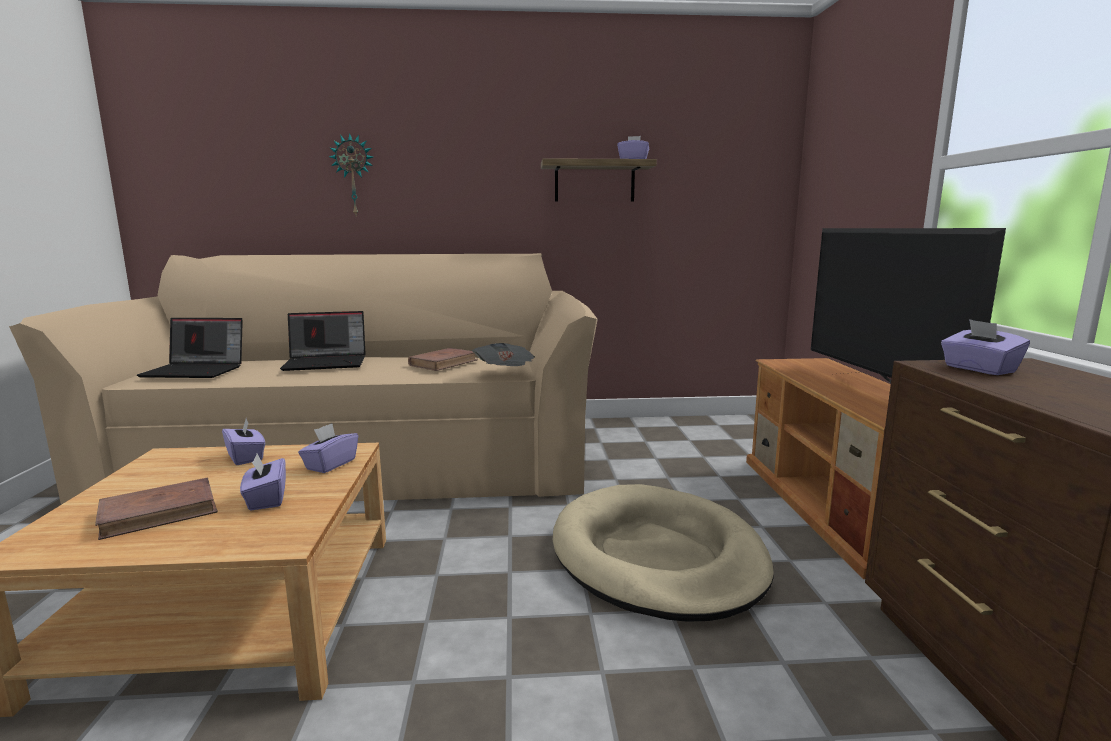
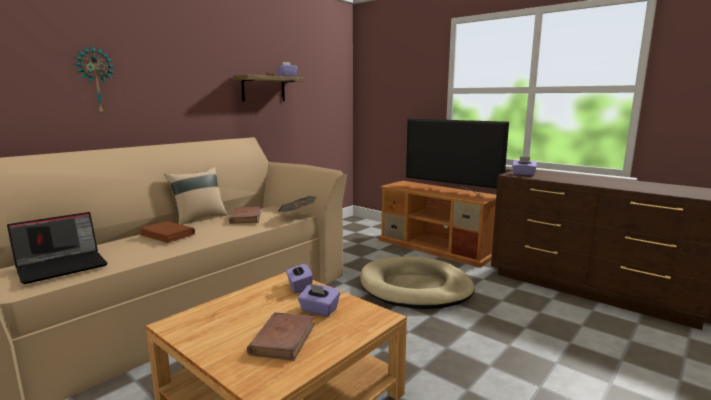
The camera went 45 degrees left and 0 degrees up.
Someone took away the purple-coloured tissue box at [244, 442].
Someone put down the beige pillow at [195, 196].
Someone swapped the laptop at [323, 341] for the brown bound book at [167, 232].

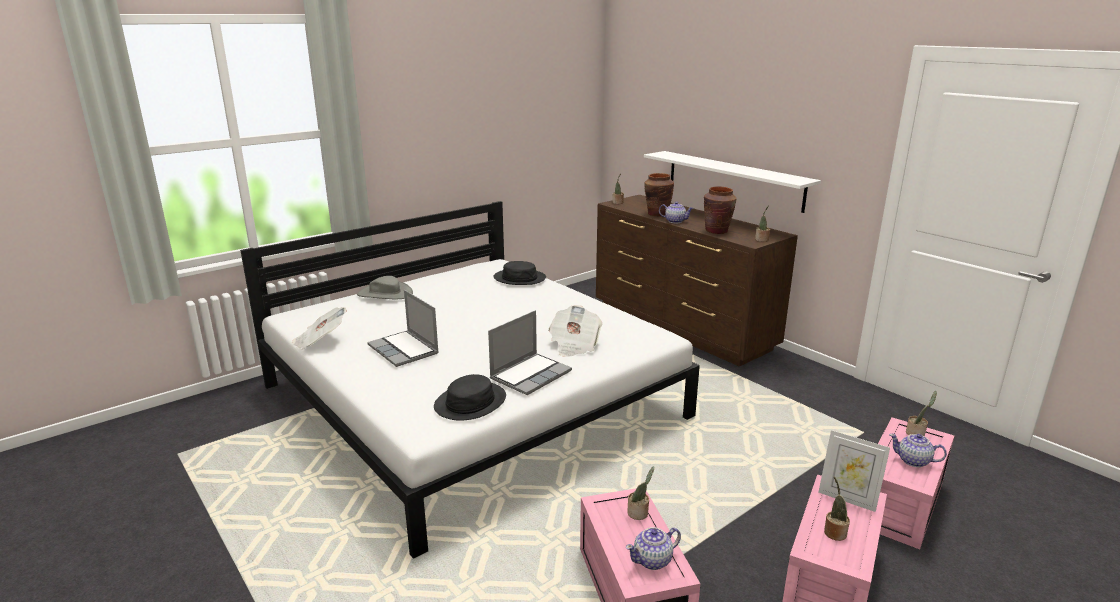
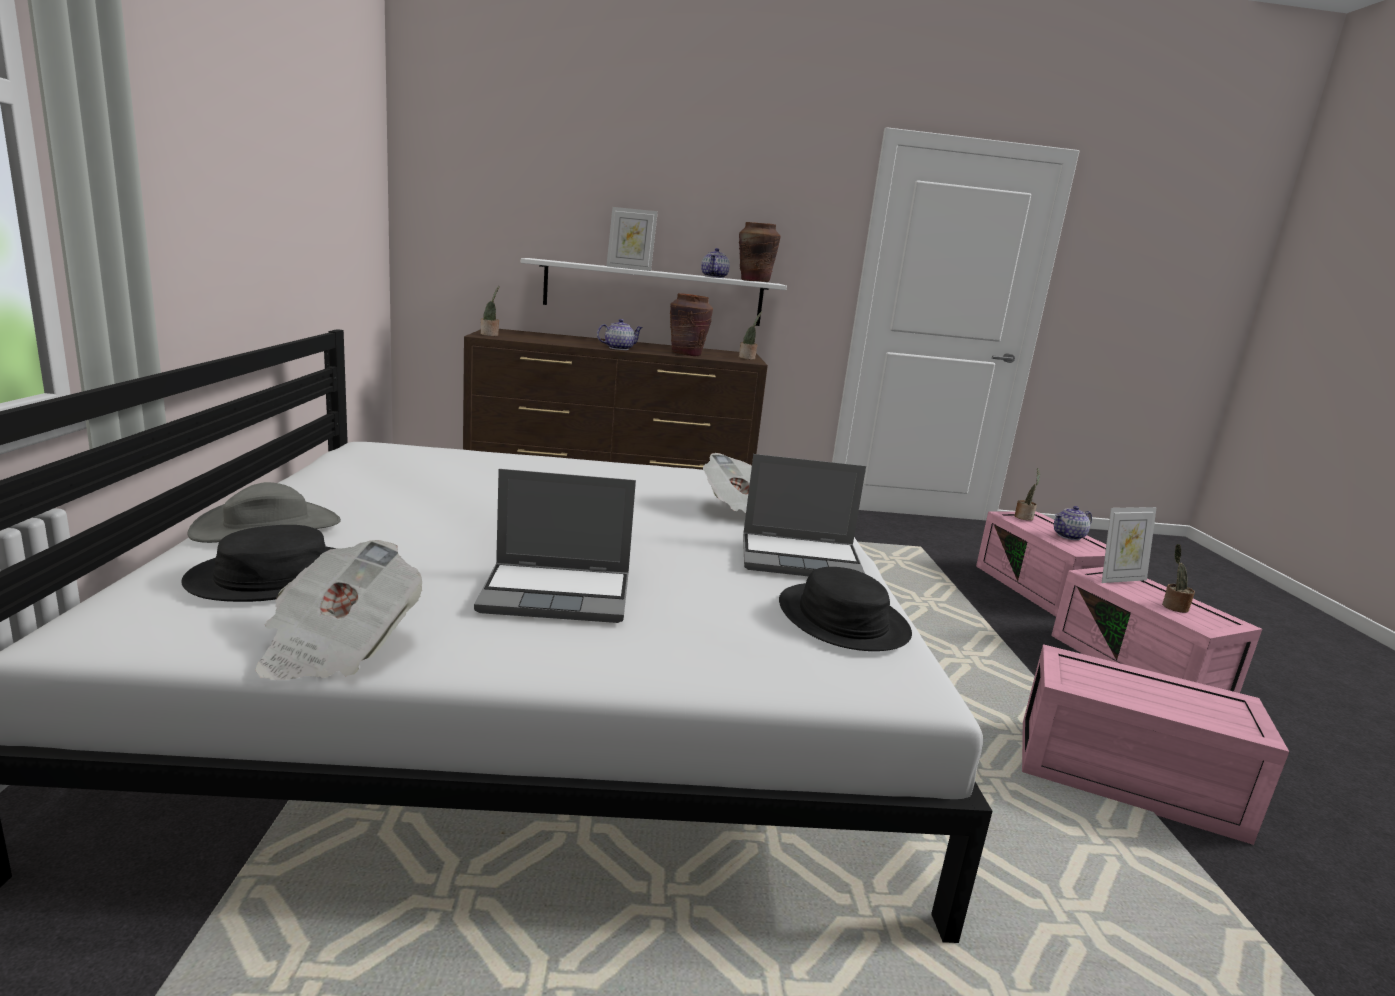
The camera went 55 degrees left and 5 degrees down.
Someone took away the houseplant at [640, 493].
Someone put down the picture frame at [632, 239].
Someone carried the black clothing hat from [519, 273] to [258, 563].
Someone carried the pot for tea from [653, 548] to [715, 263].
Someone carried the brown flower vase from [659, 194] to [759, 252].
Someone rotated the laptop at [530, 352] by 105 degrees clockwise.

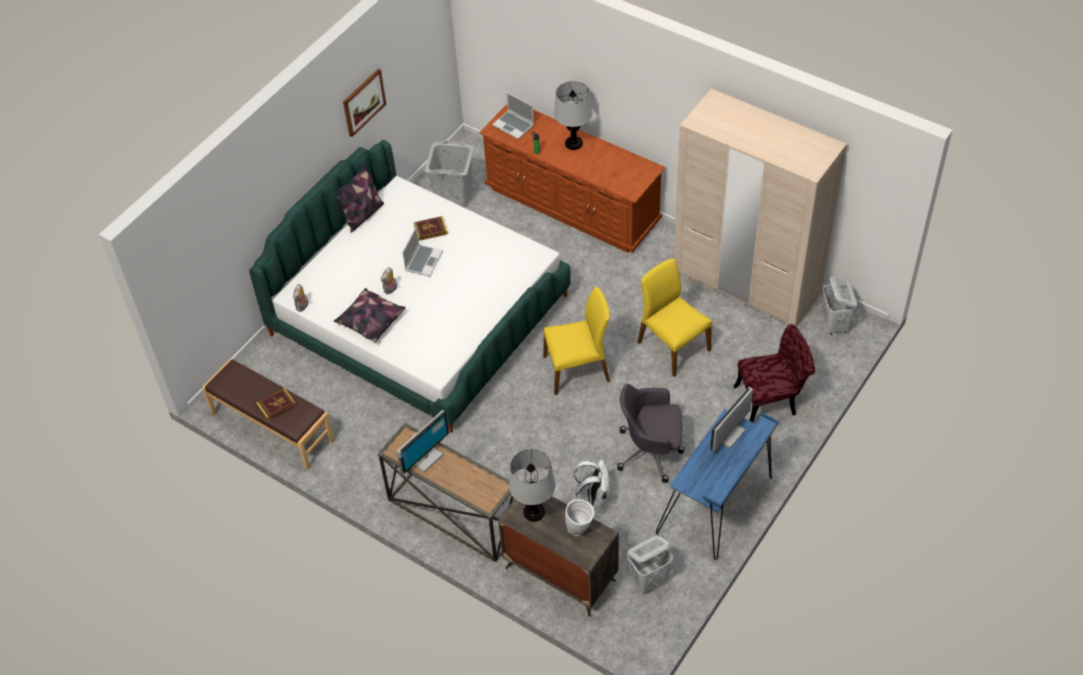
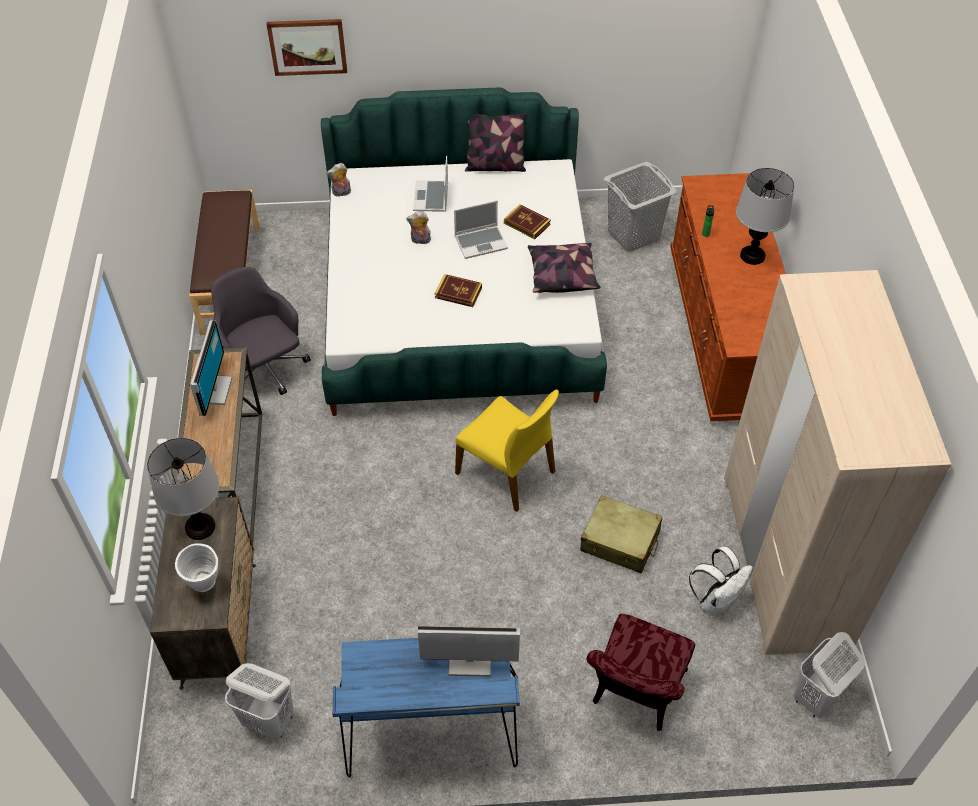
The camera went 50 degrees right and 0 degrees up.
Someone carried the bound book from [276, 404] to [458, 290].
Someone carried the pillow from [370, 315] to [564, 268].
Someone carried the wall picture from [364, 103] to [307, 47].
Someone carried the laptop from [513, 115] to [430, 184].
Someone carried the white rucksack from [592, 484] to [721, 581].
Someone carried the greyish office chair from [651, 433] to [261, 331].
Someone swapped the yellowish plain chair at [674, 318] for the beige piece of luggage at [621, 534].
Someone rotated the monitor at [423, 442] by 90 degrees counterclockwise.
Someone rotated the red-coloured plain chair at [774, 373] by 75 degrees clockwise.

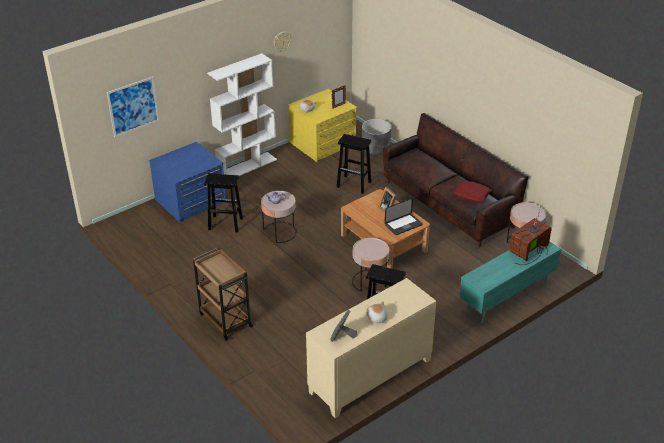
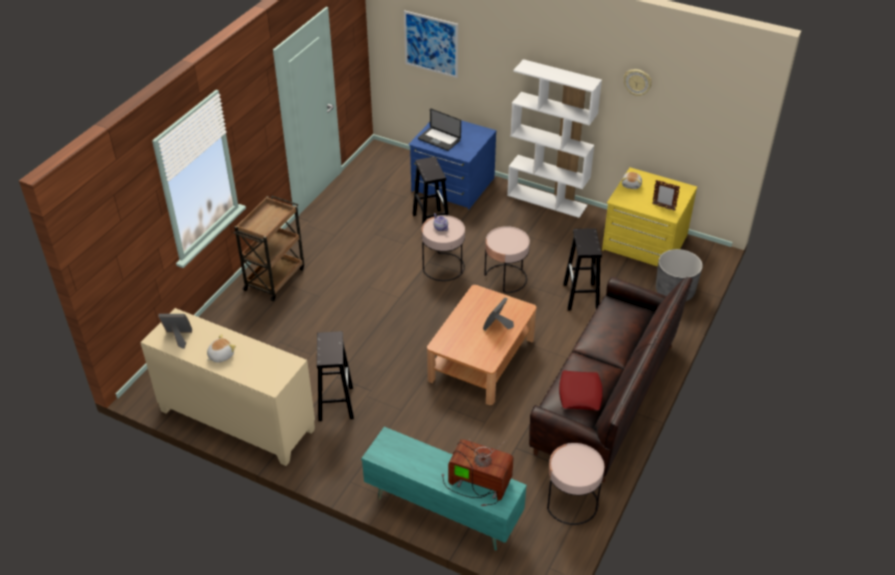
The camera went 65 degrees right and 5 degrees up.
Someone carried the pink end table from [370, 264] to [507, 259].
Someone carried the laptop from [404, 216] to [439, 130].

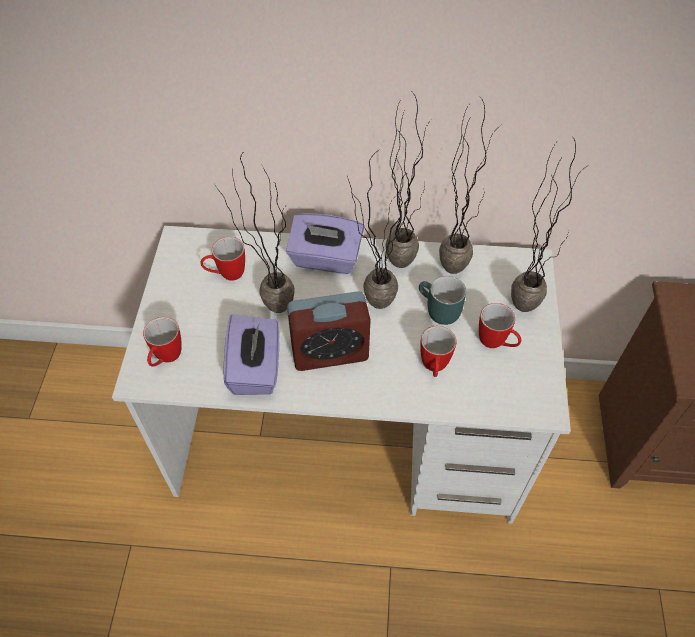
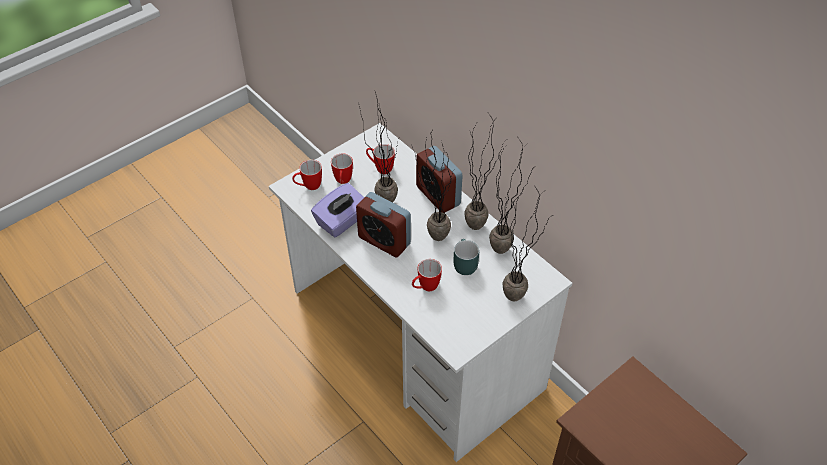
The camera went 45 degrees right and 5 degrees down.
Someone carried the mug from [500, 325] to [342, 168].
Someone swapped the purple-coloured tissue box at [325, 243] for the alarm clock at [439, 179].

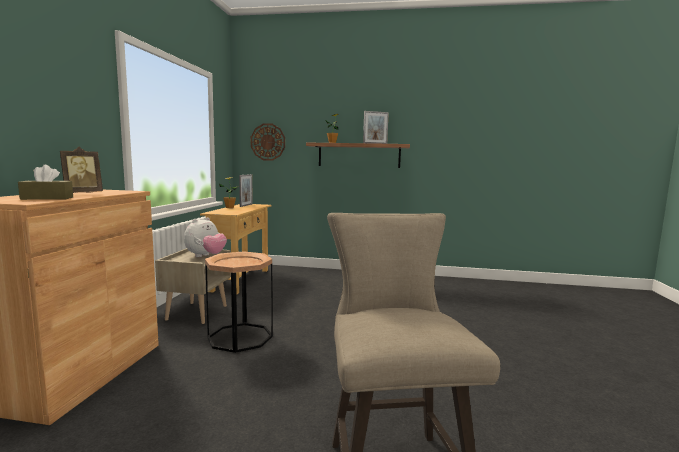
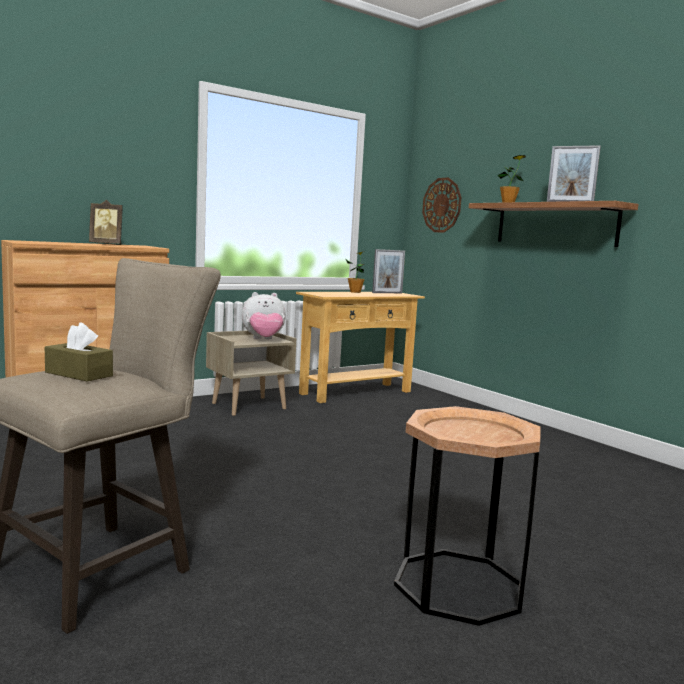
The camera went 45 degrees right and 0 degrees up.
Someone carried the brown tissue box from [45, 182] to [79, 352].
Someone carried the brown end table from [239, 302] to [467, 516].

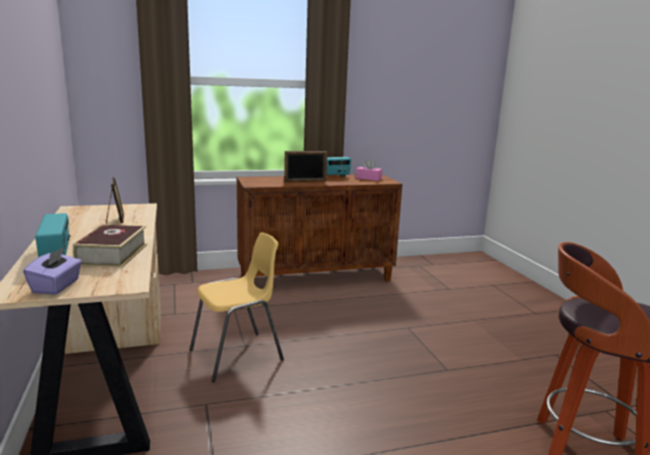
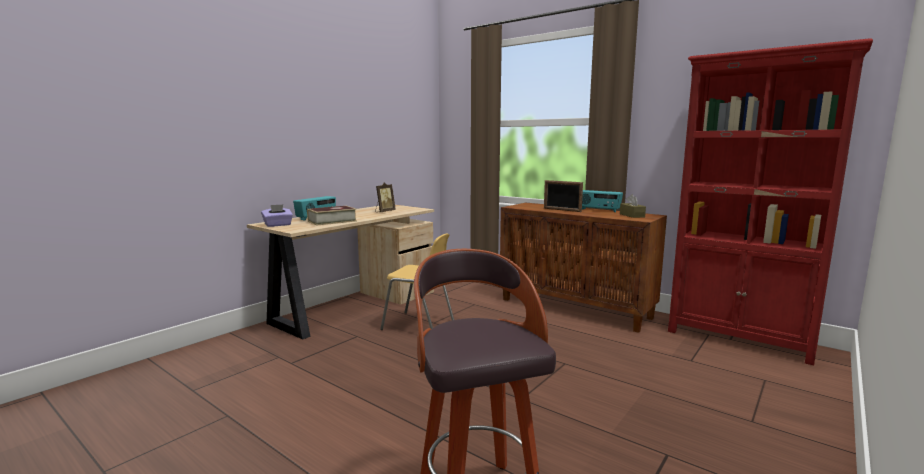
The camera went 55 degrees right and 5 degrees down.
Someone put down the red-coloured bookcase at [770, 202].
Someone repainted the pink tissue box at [369, 170], which became the brown tissue box at [633, 206].

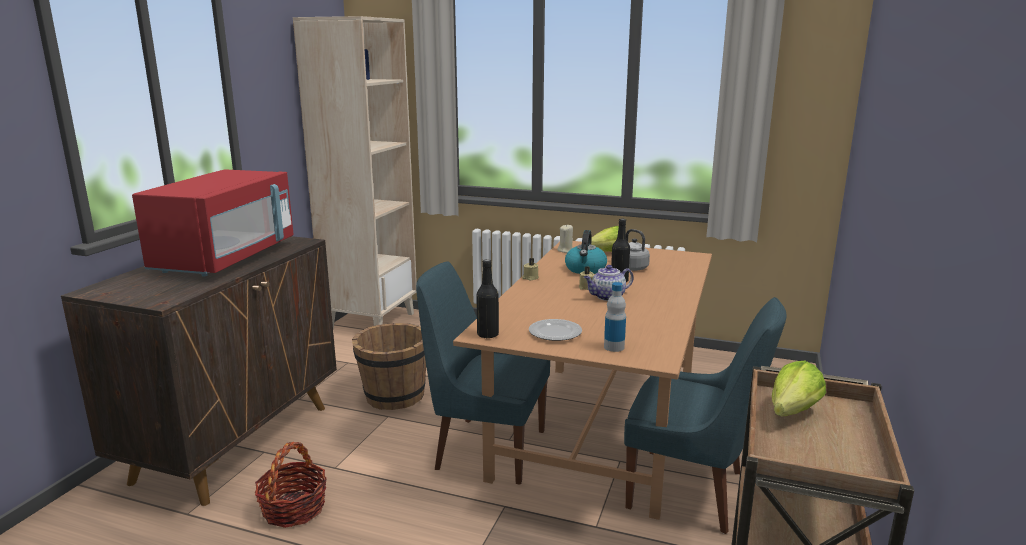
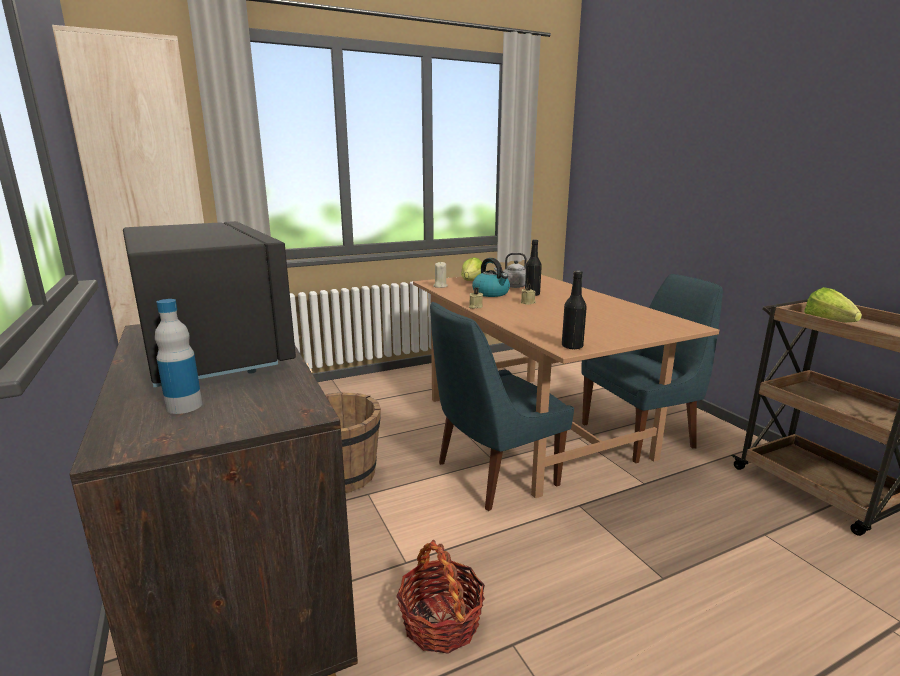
The camera went 45 degrees left and 0 degrees up.
Someone took away the flat dish at [555, 330].
Someone took away the pot for tea at [609, 283].
Someone carried the bottle from [615, 317] to [178, 356].
Someone repainted the red-coloured microwave oven at [213, 222], which became the black microwave oven at [209, 304].

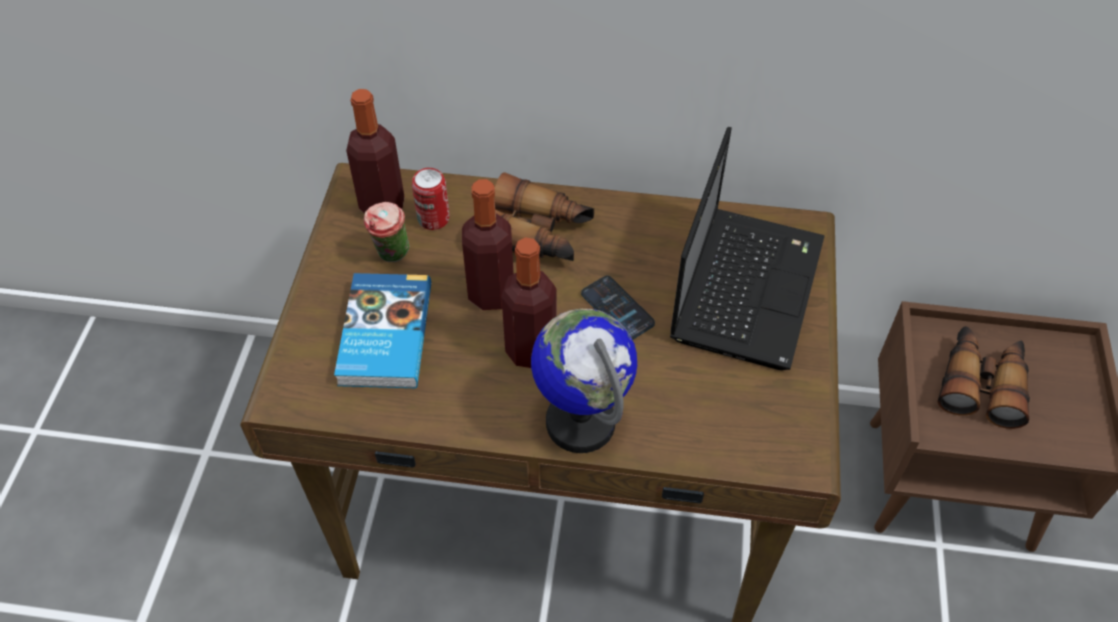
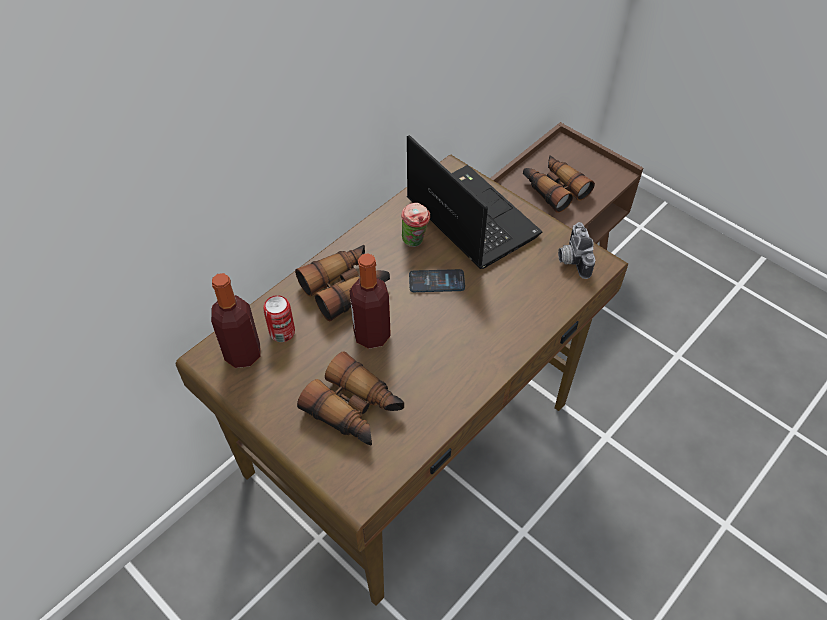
The camera went 55 degrees left and 0 degrees up.
Someone took away the bottle at [529, 302].
Someone took away the globe at [584, 381].
Someone put down the photo camera at [576, 250].
Someone carried the small cup from [386, 232] to [415, 225].
Someone swapped the bound book at [382, 330] for the pair of binoculars at [350, 398].

